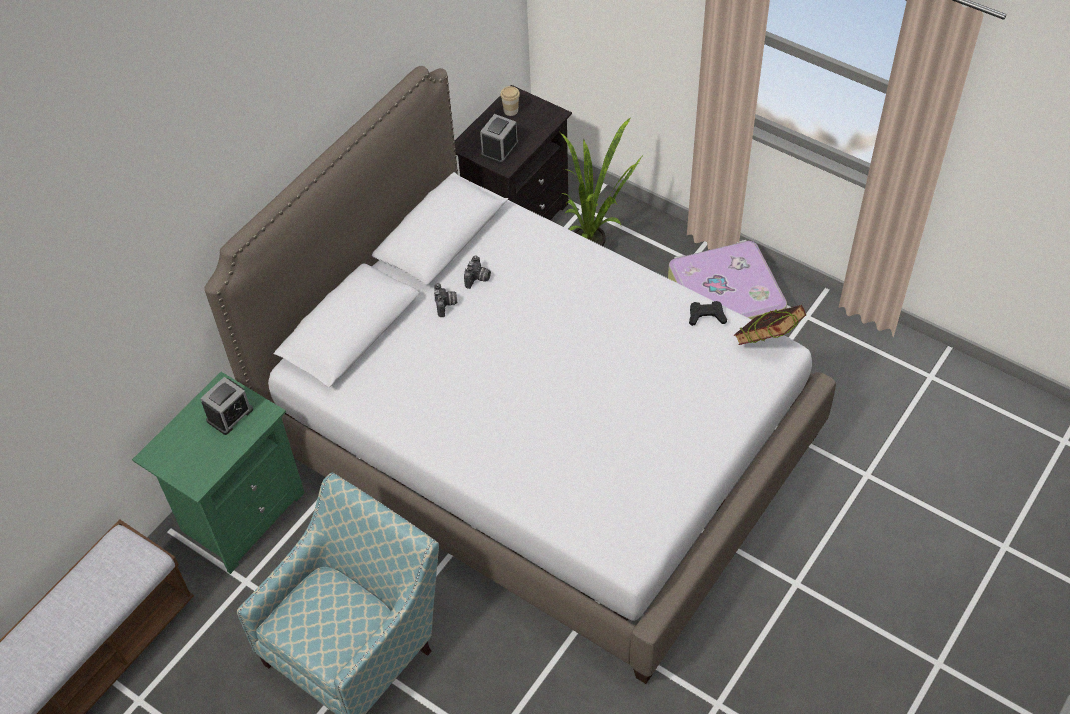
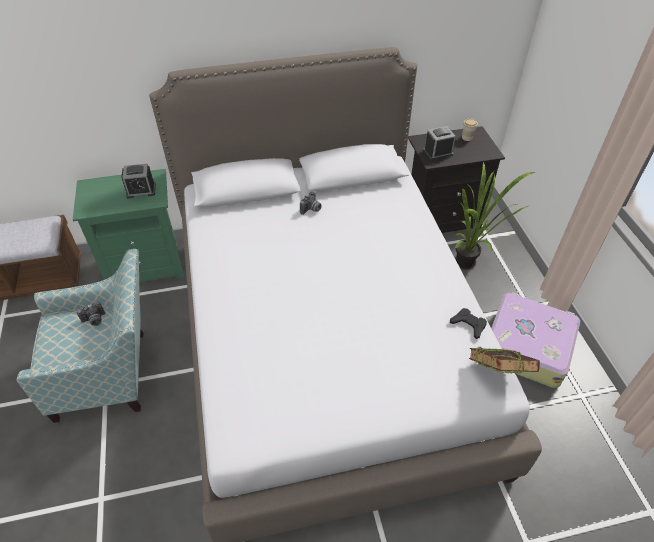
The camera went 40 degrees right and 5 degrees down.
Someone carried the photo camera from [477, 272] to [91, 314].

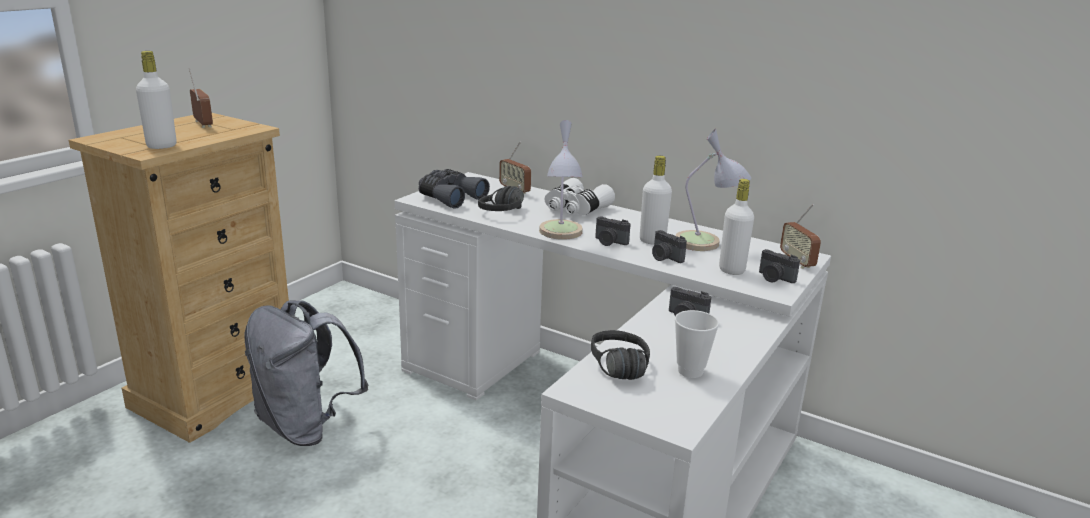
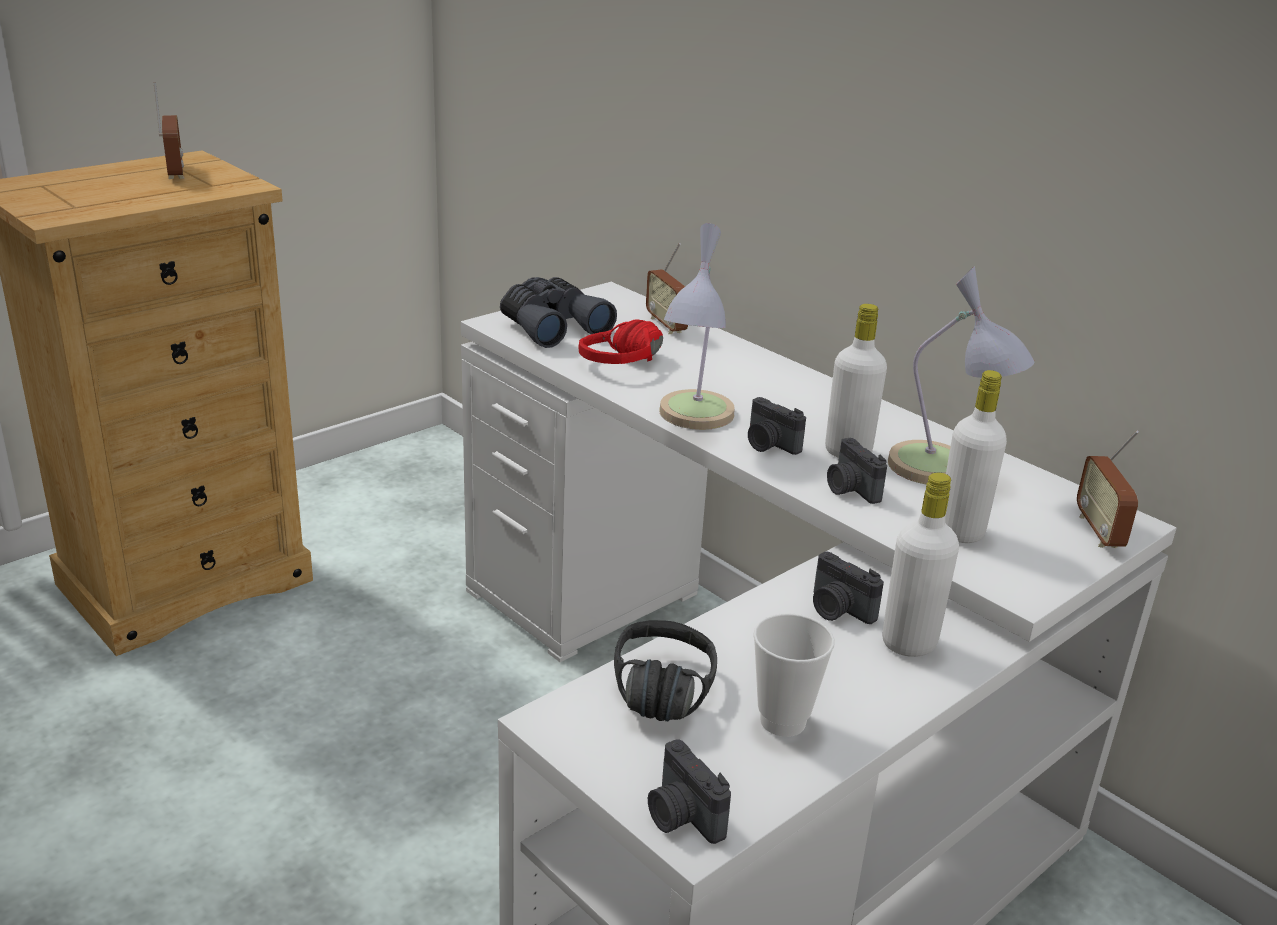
The camera went 15 degrees right and 5 degrees up.
Someone took away the greyish rucksack at [306, 373].
Someone took away the white pair of binoculars at [580, 196].
Someone carried the white bottle from [156, 100] to [920, 565].
Someone carried the photo camera from [779, 266] to [689, 791].
Someone repainted the black headphones at [501, 198], which became the red-coloured headphones at [620, 341].

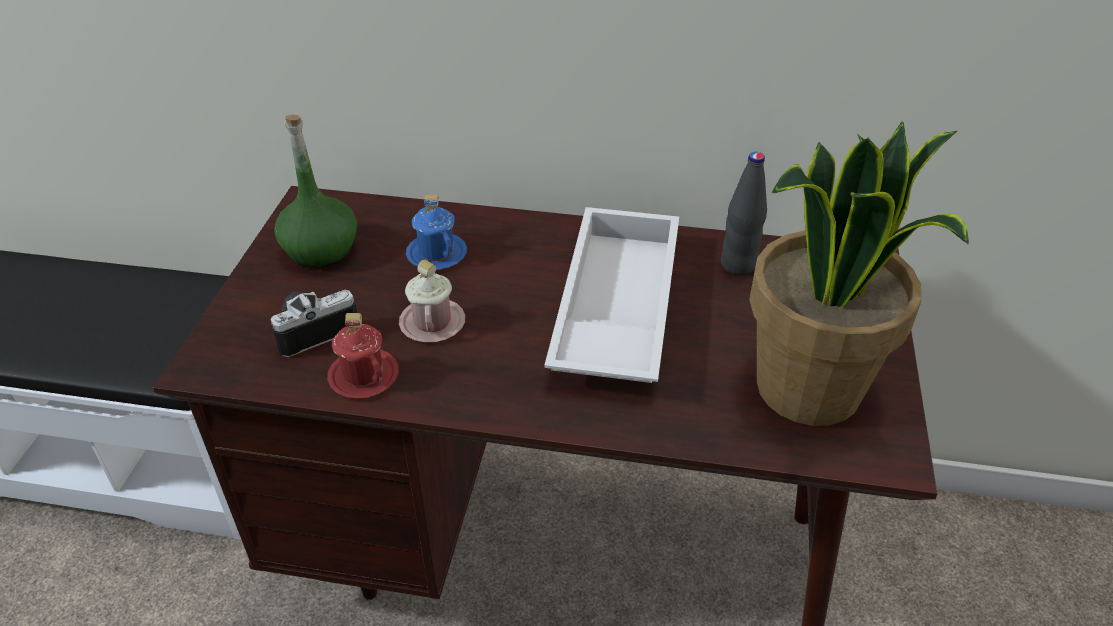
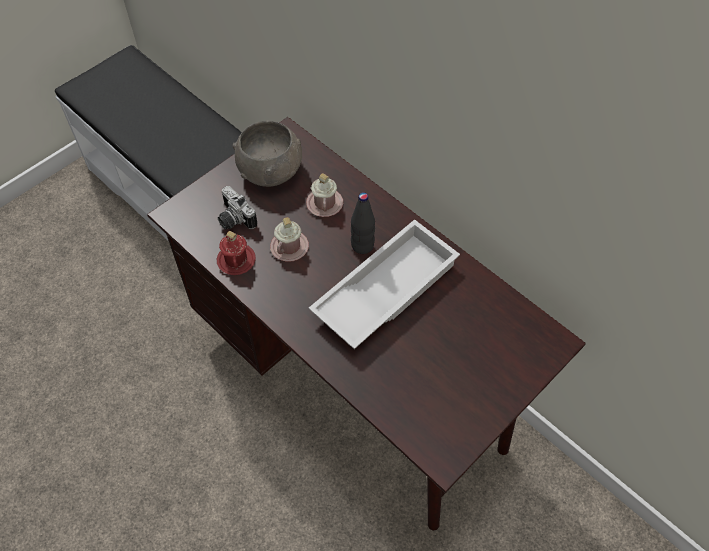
The camera went 35 degrees right and 15 degrees up.
Someone took away the houseplant at [859, 273].
Someone carried the black bottle from [744, 213] to [363, 223].
Someone swapped the greenish bottle at [315, 191] for the greyish serving bowl at [267, 153].
Someone repainted the blue-coloured mug at [436, 232], which became the pink mug at [324, 195].
Someone rotated the photo camera at [314, 323] by 135 degrees counterclockwise.

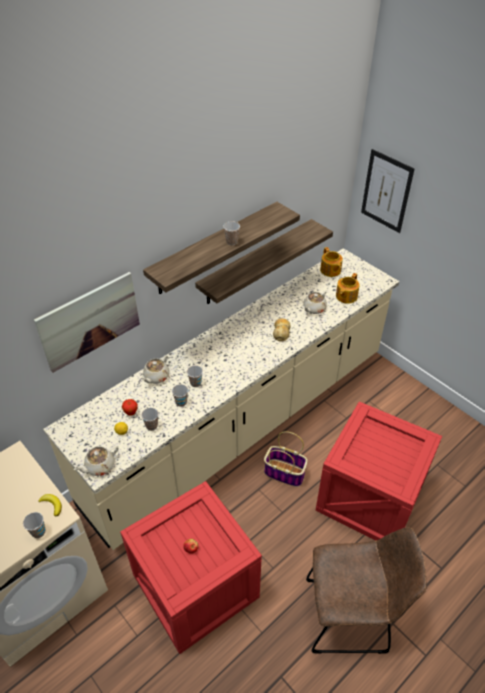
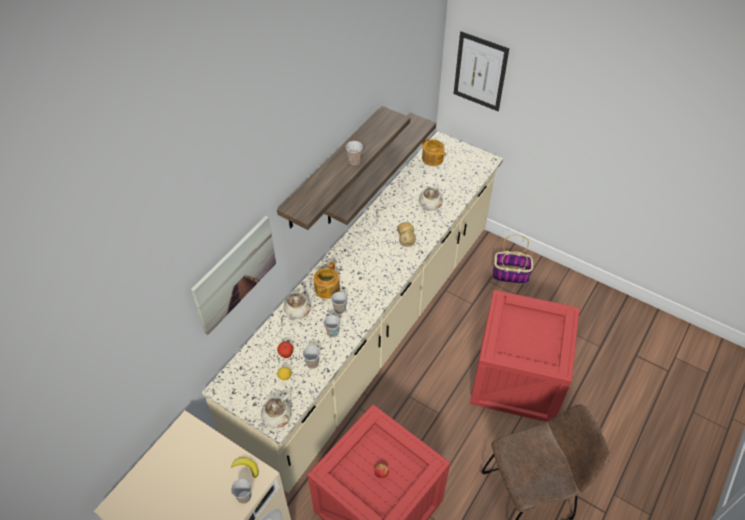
The camera went 15 degrees left and 5 degrees up.
Someone carried the household basket from [285, 459] to [513, 259].
Someone carried the pot for tea from [348, 288] to [327, 280].

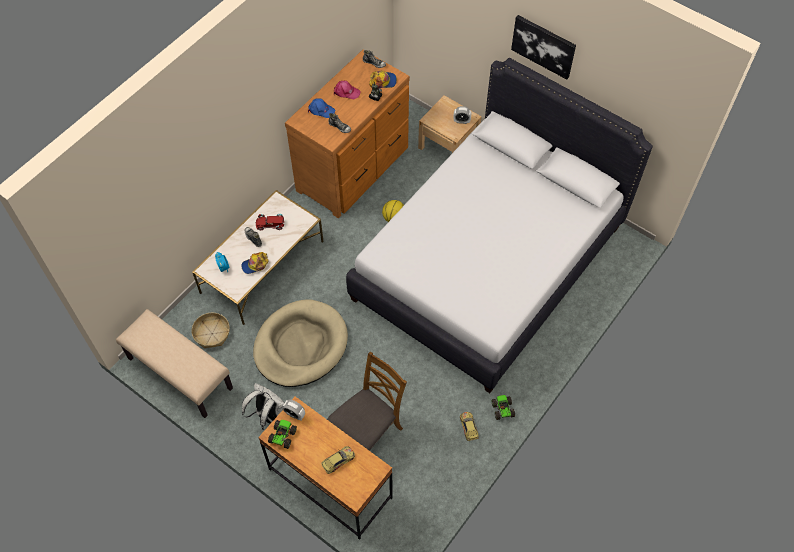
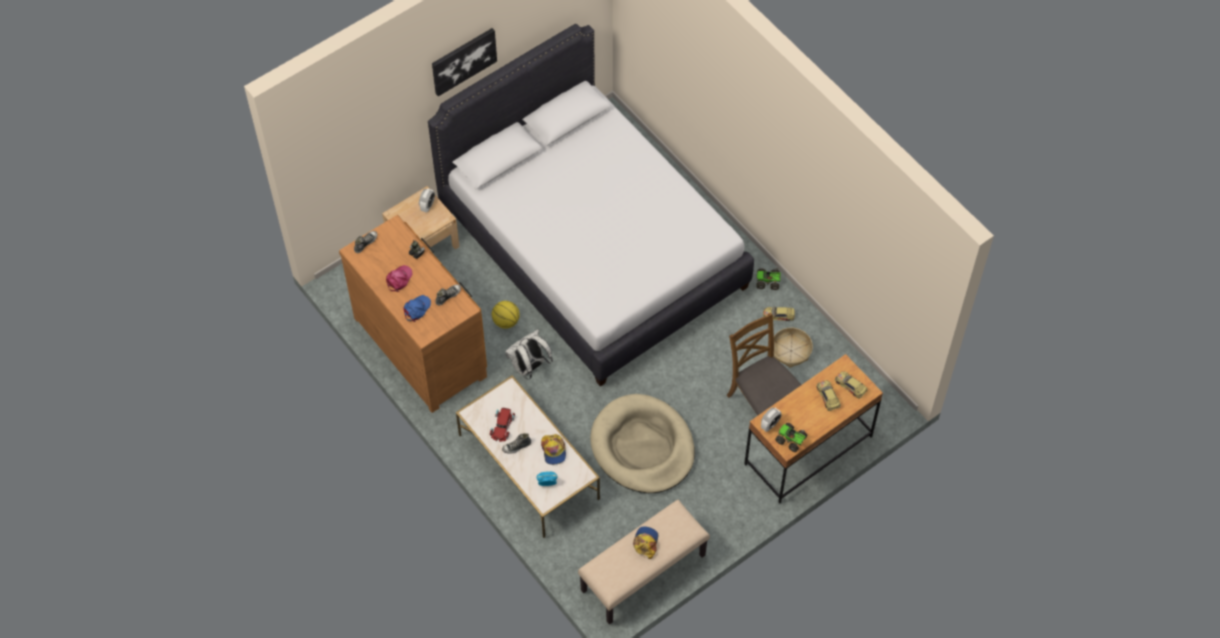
The camera went 75 degrees left and 0 degrees up.
Someone put down the toy car at [851, 385].
Someone carried the household basket from [211, 330] to [793, 348].
Someone carried the white rucksack from [263, 406] to [529, 354].
Someone carried the baseball cap from [383, 79] to [645, 542].

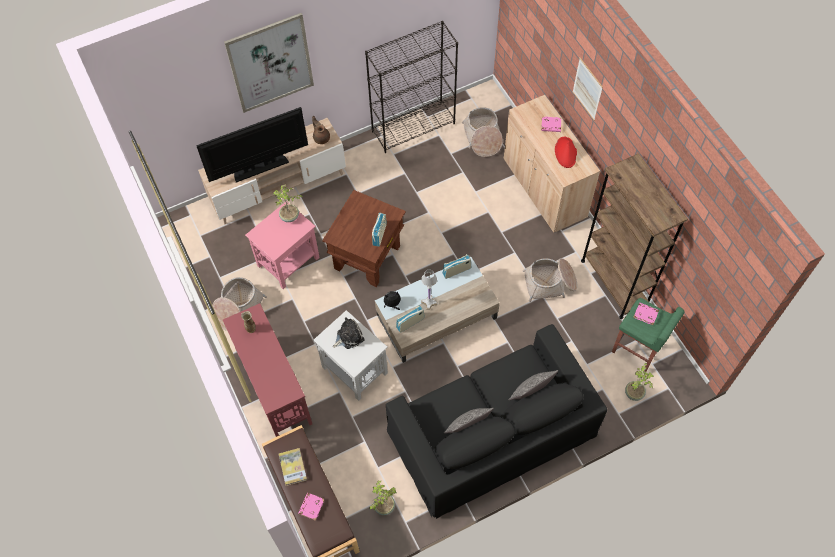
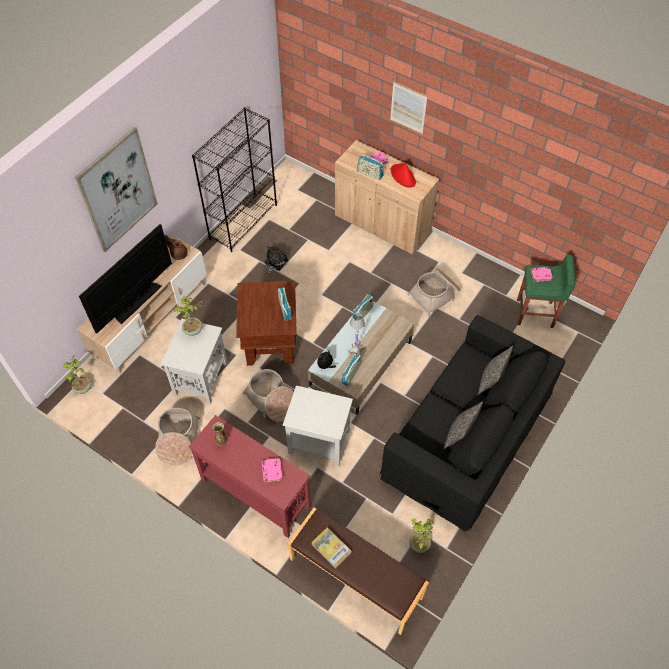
The camera went 30 degrees left and 5 degrees down.
Someone took away the brown bookcase at [634, 236].
Someone put down the radio receiver at [370, 167].
Someone carried the pink bound book from [311, 507] to [272, 470].
Someone carried the soft toy from [349, 333] to [276, 260].
Someone carried the household basket from [482, 132] to [268, 395].
Someone carried the houseplant from [639, 382] to [77, 375].
Someone repainted the pink end table at [282, 245], which became the white end table at [193, 361].

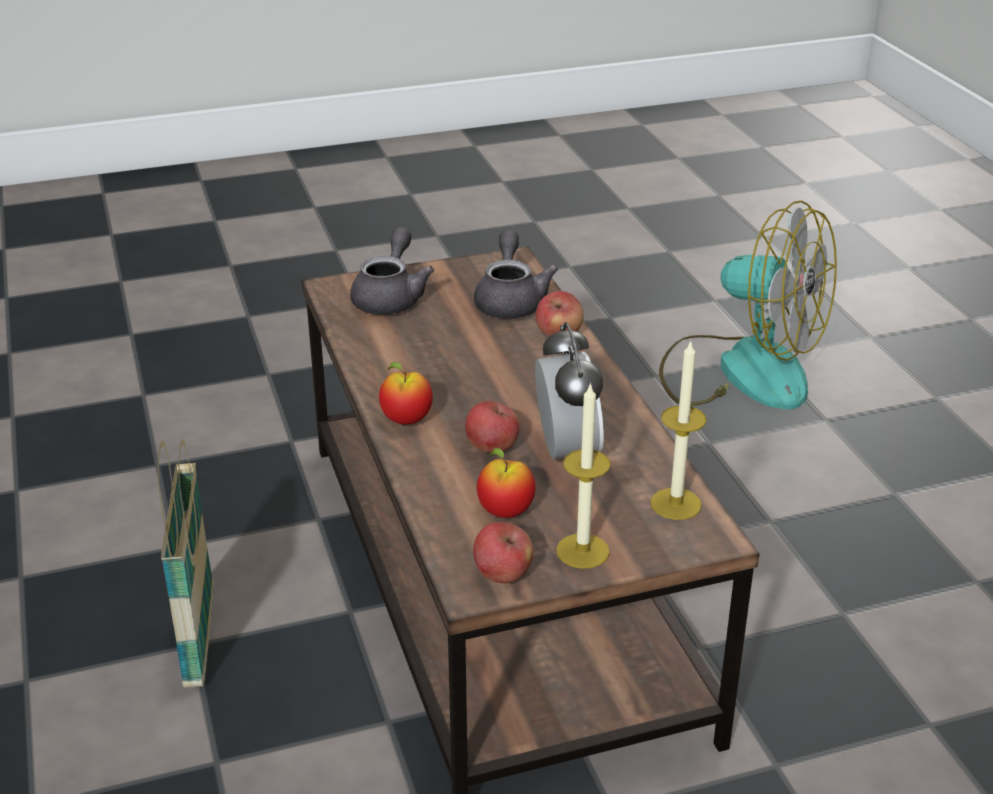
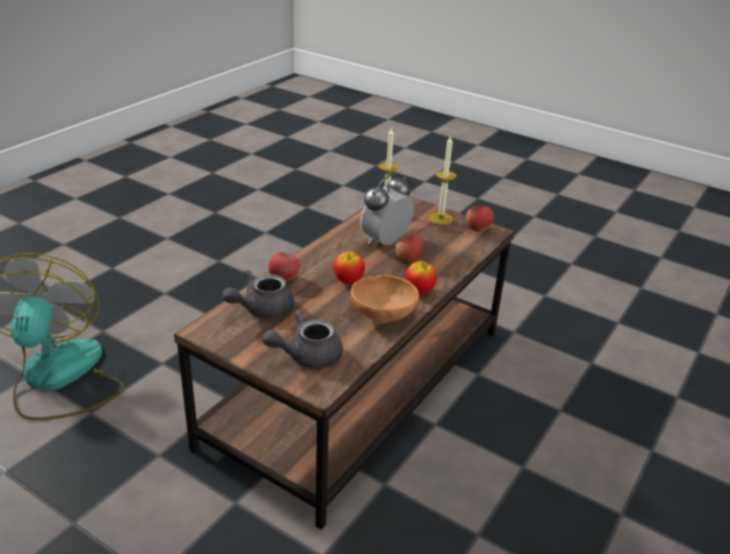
The camera went 130 degrees left and 0 degrees up.
Someone took away the household basket at [185, 563].
Someone put down the brown serving bowl at [384, 299].
Someone carried the whole apple from [506, 483] to [349, 268].

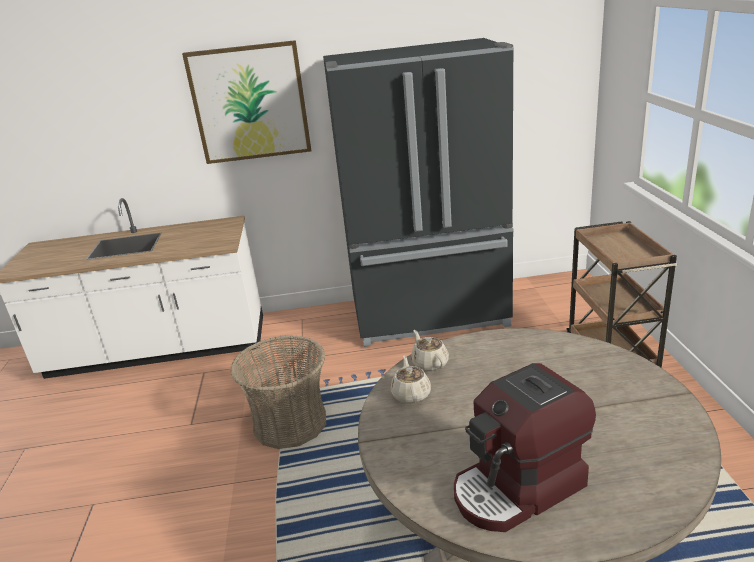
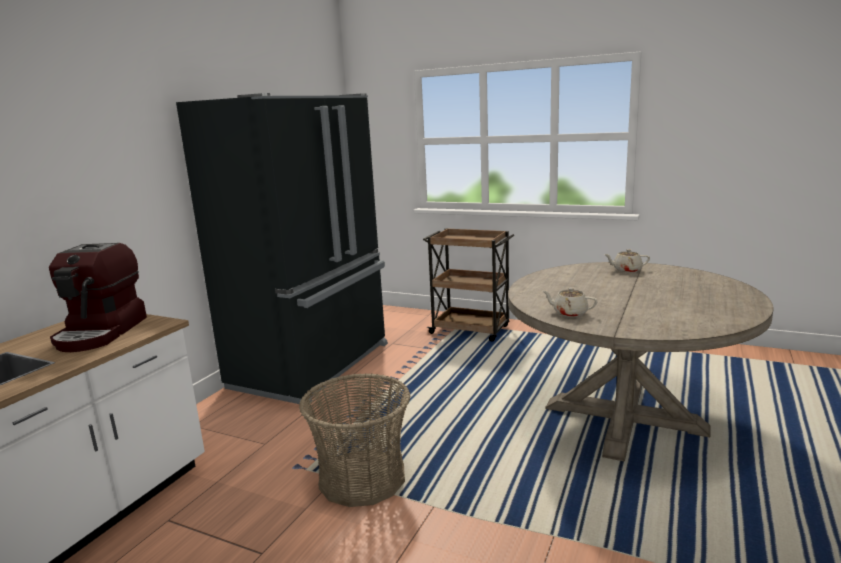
The camera went 60 degrees left and 10 degrees down.
Someone took away the wall picture at [246, 102].
Someone carried the beige pot for tea from [430, 350] to [627, 261].
Someone carried the coffee maker from [525, 447] to [98, 297].

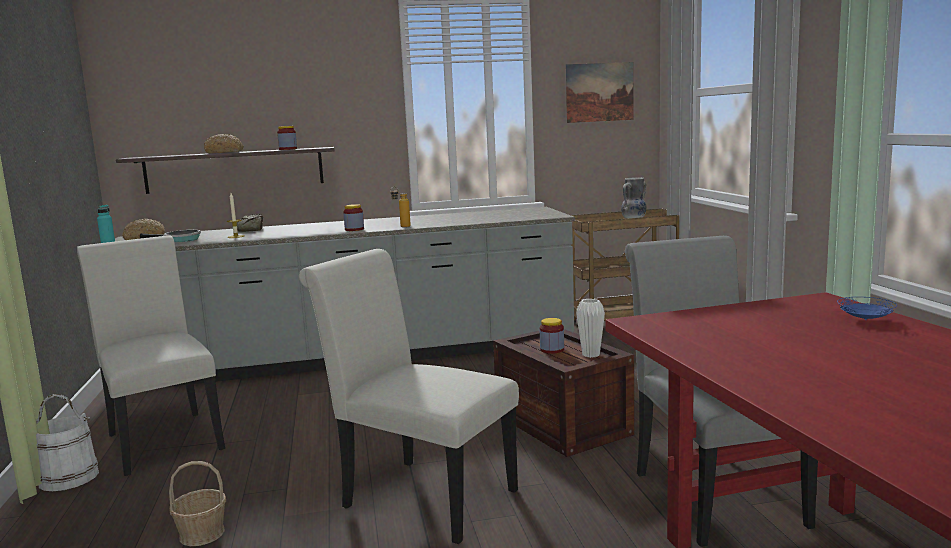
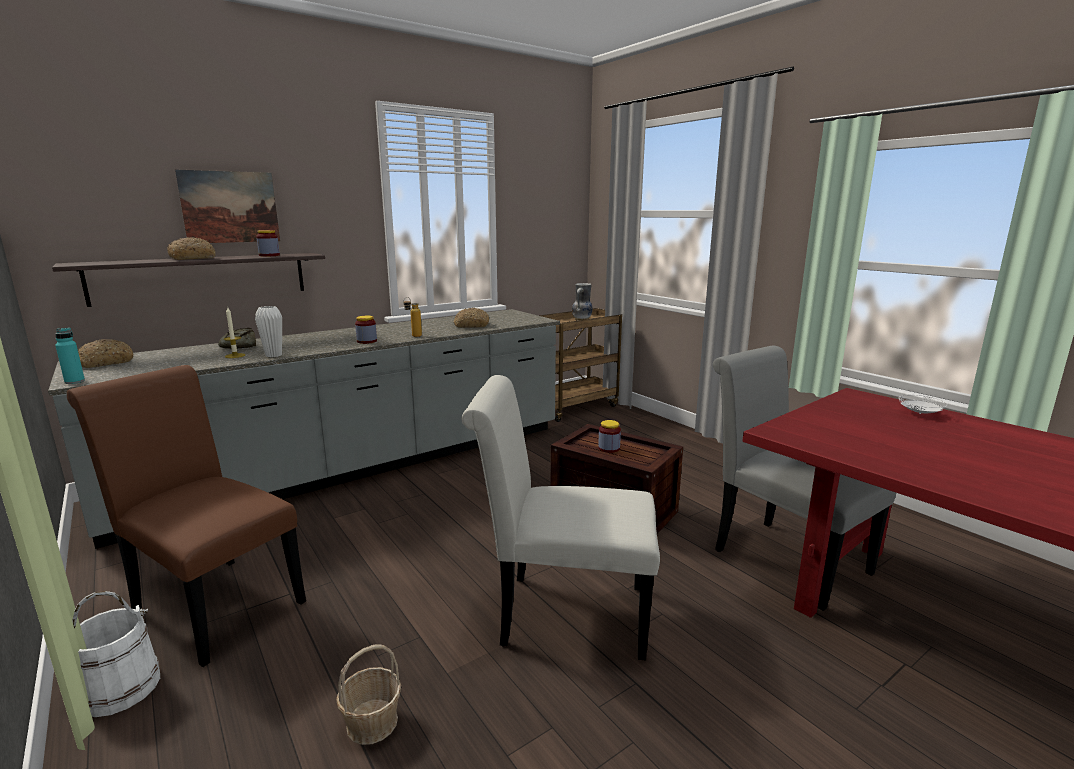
The camera went 25 degrees left and 5 degrees up.
Someone took away the skillet at [170, 236].
Someone put down the bread at [471, 318].
Someone carried the wall picture from [599, 92] to [227, 206].
Someone carried the white flower vase from [590, 328] to [268, 331].
Someone repainted the white plain chair at [151, 355], which became the brown plain chair at [186, 516].
Someone repainted the blue-coloured flat dish at [867, 308], which became the white flat dish at [923, 404].

